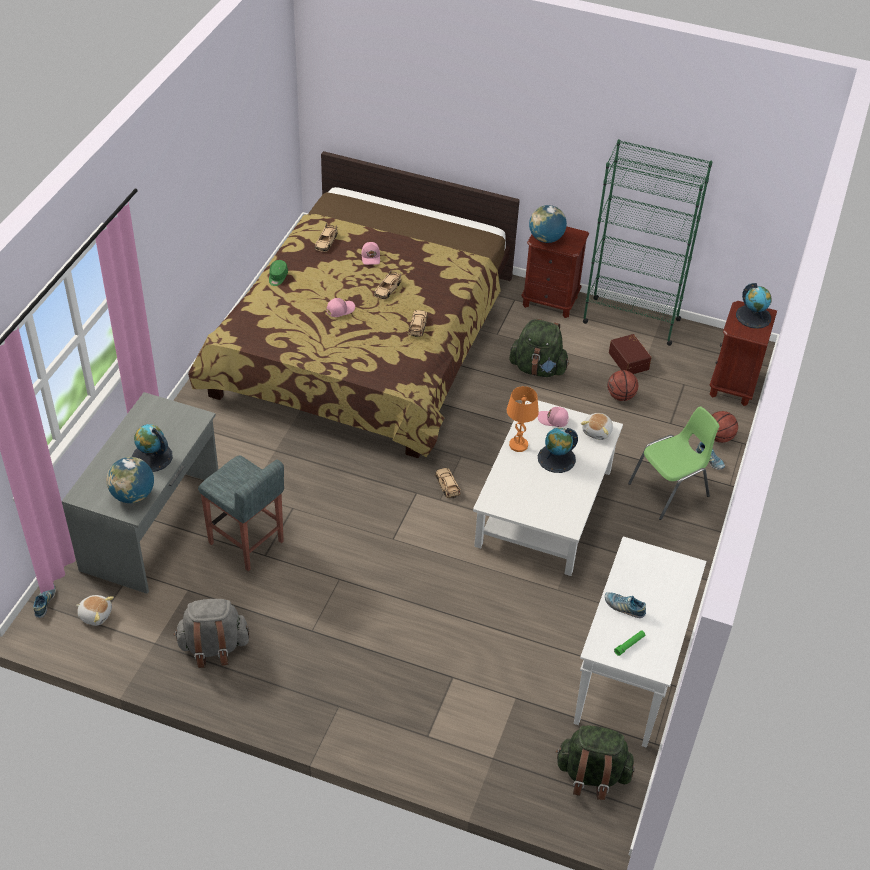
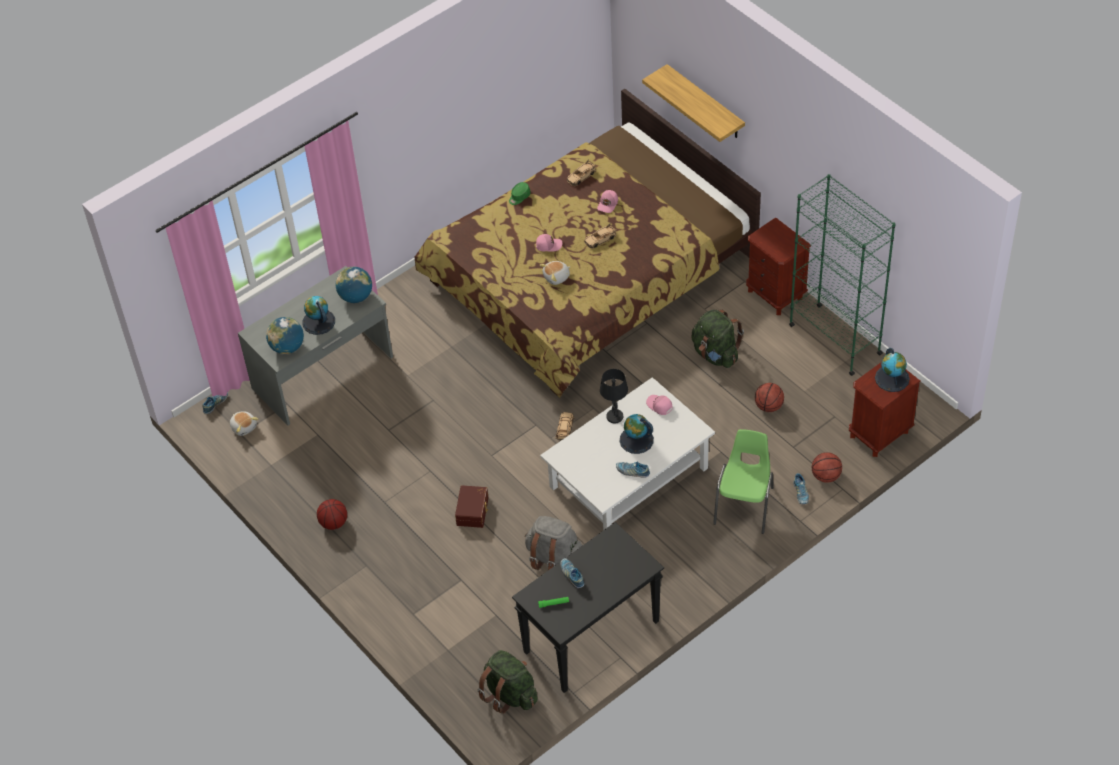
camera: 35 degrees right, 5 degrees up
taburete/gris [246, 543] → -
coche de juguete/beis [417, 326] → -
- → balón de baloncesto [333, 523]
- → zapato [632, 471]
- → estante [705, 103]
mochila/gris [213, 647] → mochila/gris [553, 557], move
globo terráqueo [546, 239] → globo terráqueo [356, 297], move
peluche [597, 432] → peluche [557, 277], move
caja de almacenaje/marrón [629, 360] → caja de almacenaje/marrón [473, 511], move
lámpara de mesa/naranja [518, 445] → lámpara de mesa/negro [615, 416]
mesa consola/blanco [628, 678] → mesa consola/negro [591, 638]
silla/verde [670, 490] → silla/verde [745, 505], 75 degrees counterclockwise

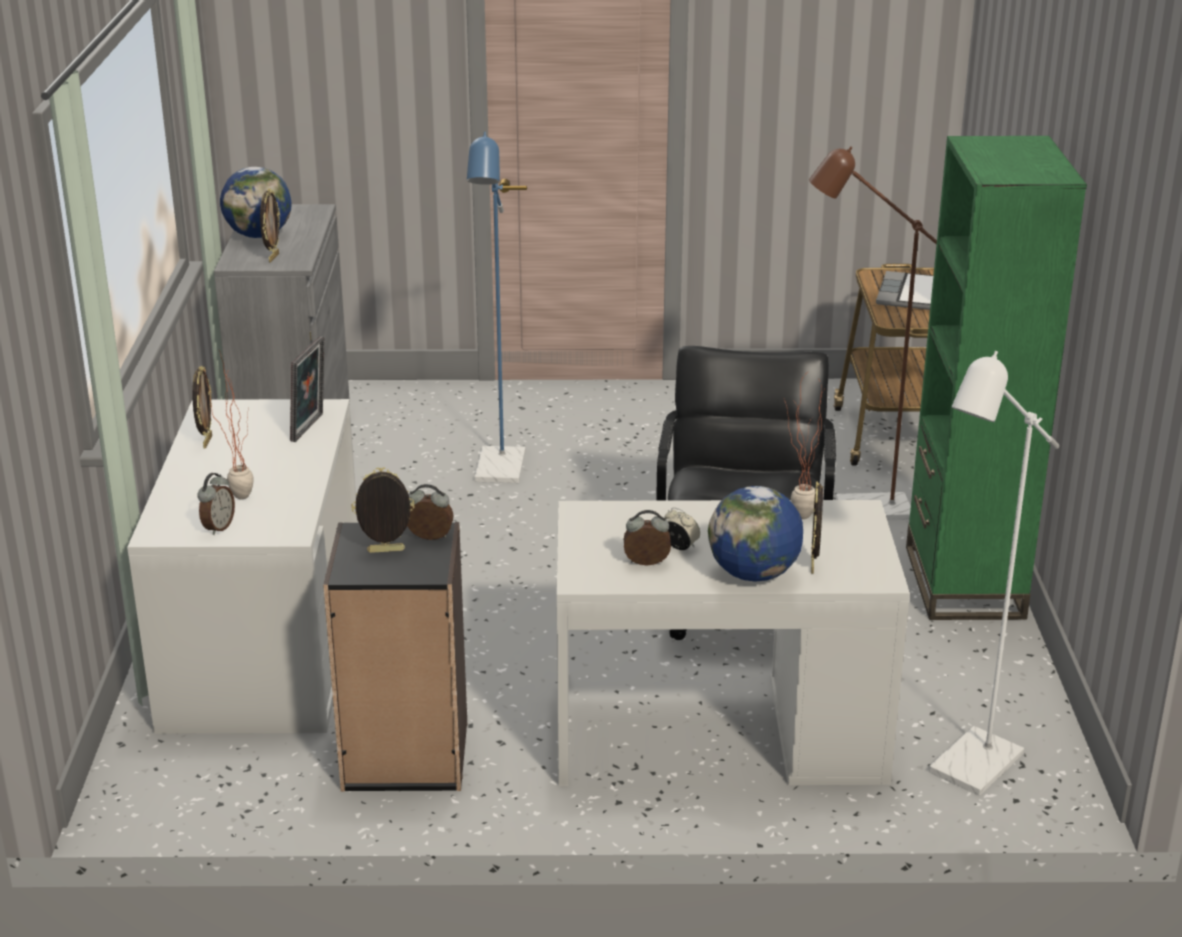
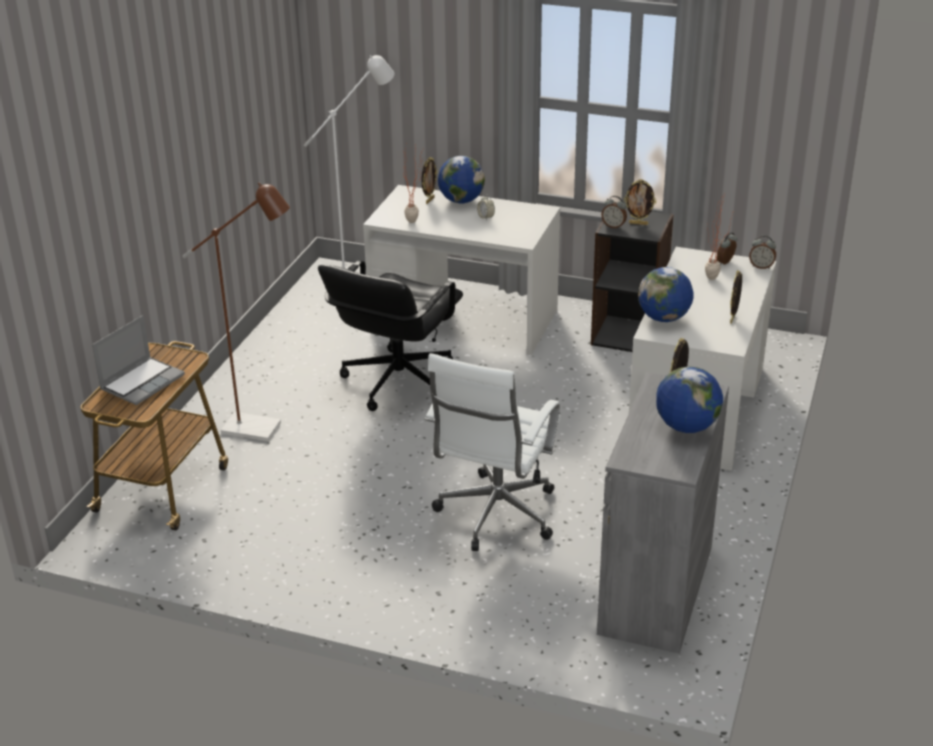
camera: 160 degrees left, 5 degrees up
estantería/verde [963, 582] → -
despertador [646, 564] → despertador [761, 266], move
portarretratos [310, 428] → globo terráqueo [664, 318]
lámpara de pie/azul [499, 473] → silla de oficina/blanco [495, 517]

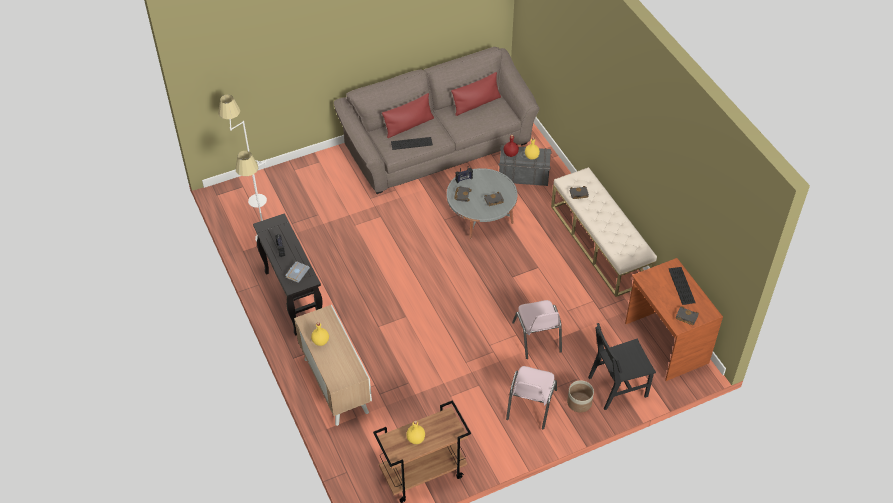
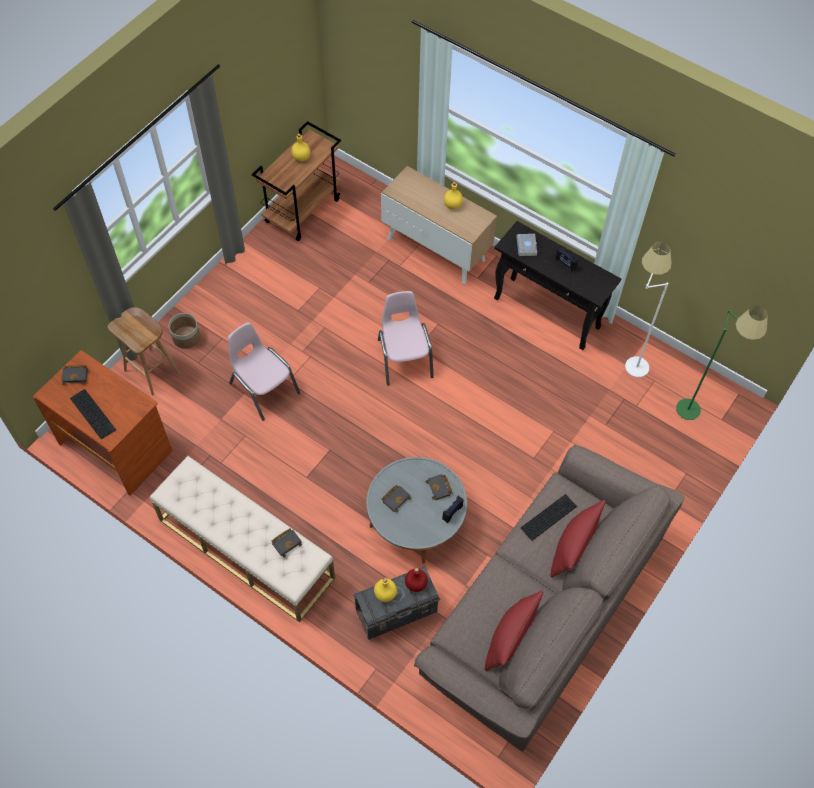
camera: 150 degrees right, 10 degrees up
silla/rosa [530, 404] → silla/rosa [404, 358], move
silla/negro [617, 387] → taburete/marrón [152, 371]
lámpara de pie/blanco [250, 197] → lámpara de pie/verde [699, 409]

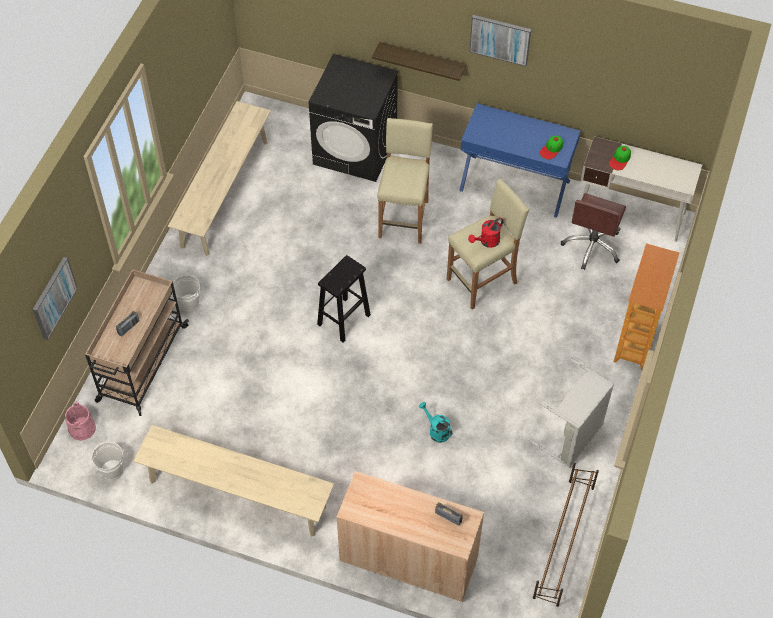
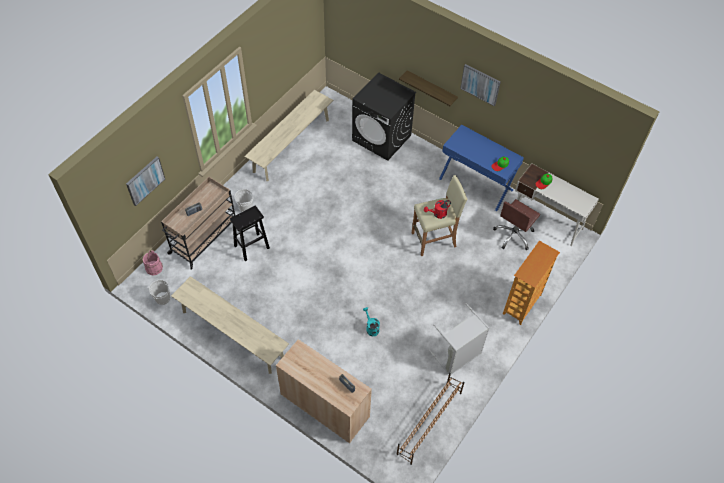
camera: 15 degrees right, 0 degrees up
taburete/beis [404, 218] → -
taburete/negro [343, 320] → taburete/negro [251, 247], move

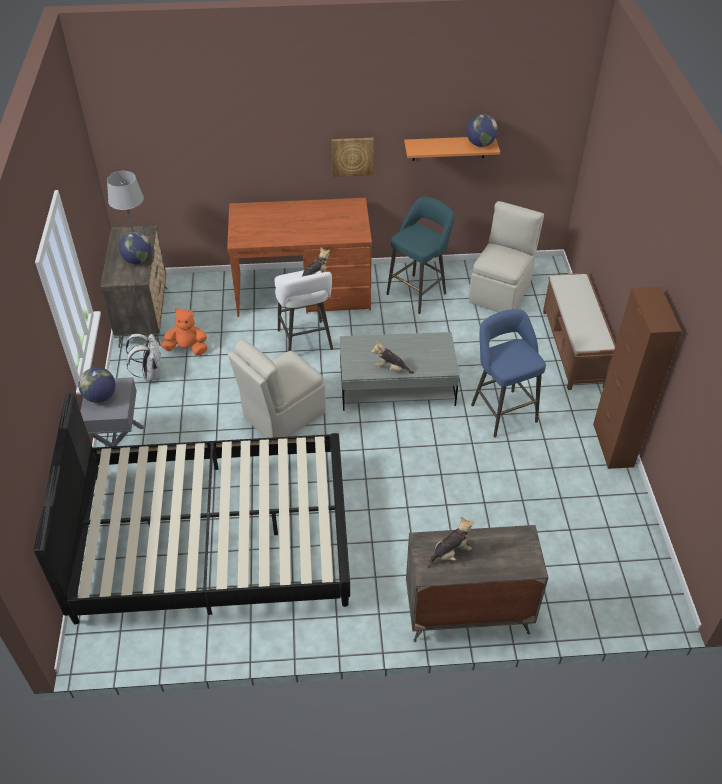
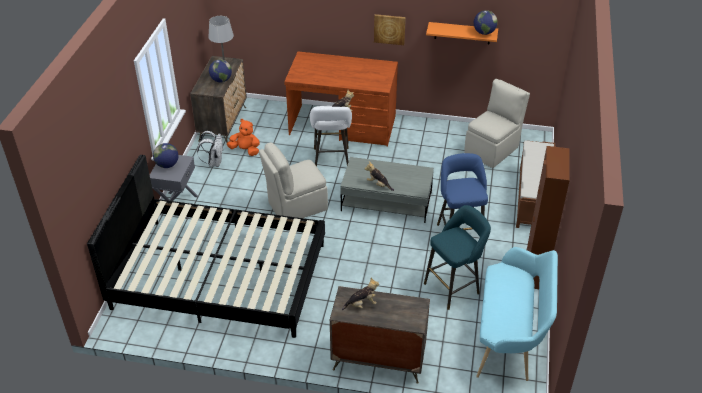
camera: 15 degrees right, 5 degrees down
- → banco/turquesa [510, 337]
taburete/turquesa [418, 292] → taburete/turquesa [454, 287], move

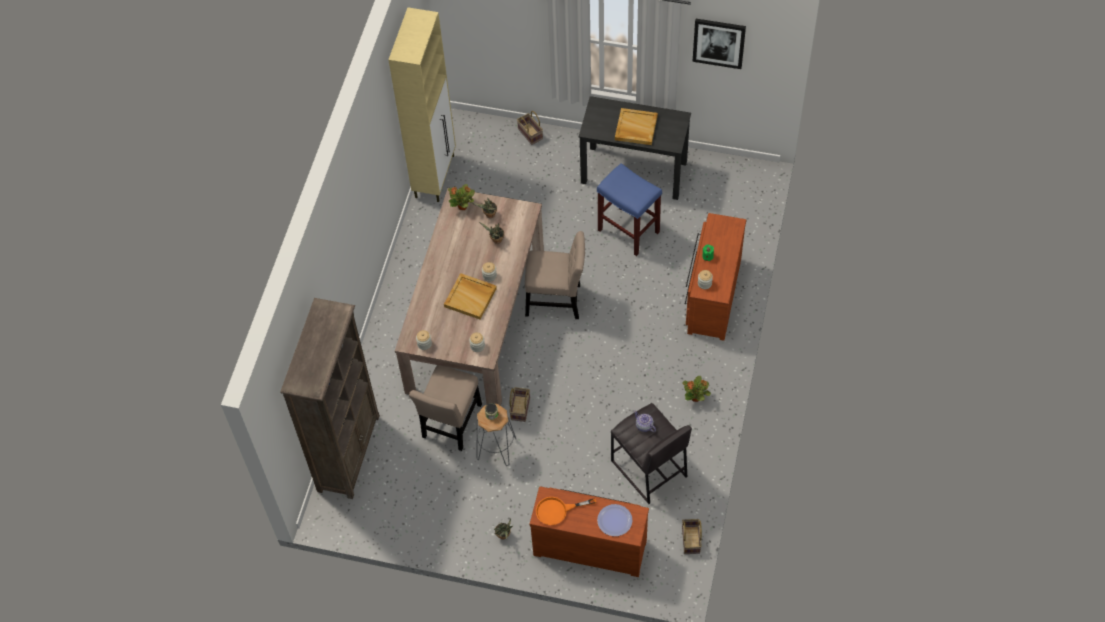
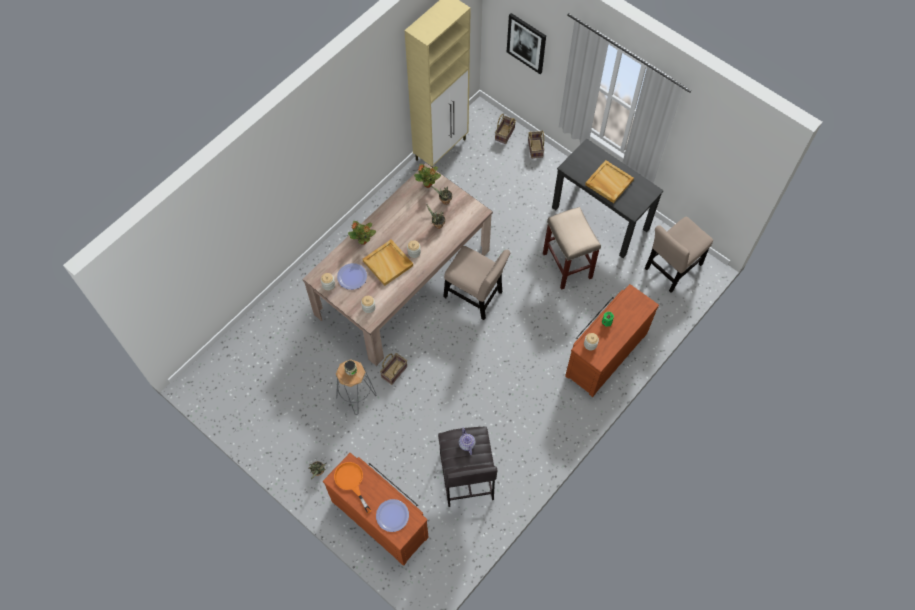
camera: 25 degrees right, 5 degrees up
estantería/marrón [349, 452] → -
- → plato [352, 276]
silla/beis [451, 424] → silla/beis [671, 269], move
planta en maceta [696, 397] → planta en maceta [363, 241], move
cesta [691, 541] → cesta [505, 134], move
cuadro [719, 42] → cuadro [526, 43], move
taburete/azul [627, 231] → taburete/beis [566, 265]
sartén/naranja [557, 510] → sartén/naranja [351, 481], 45 degrees clockwise

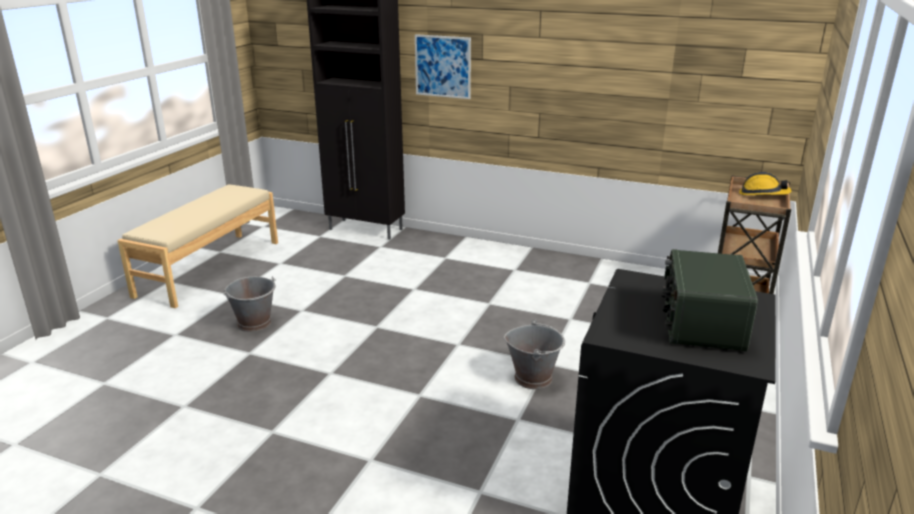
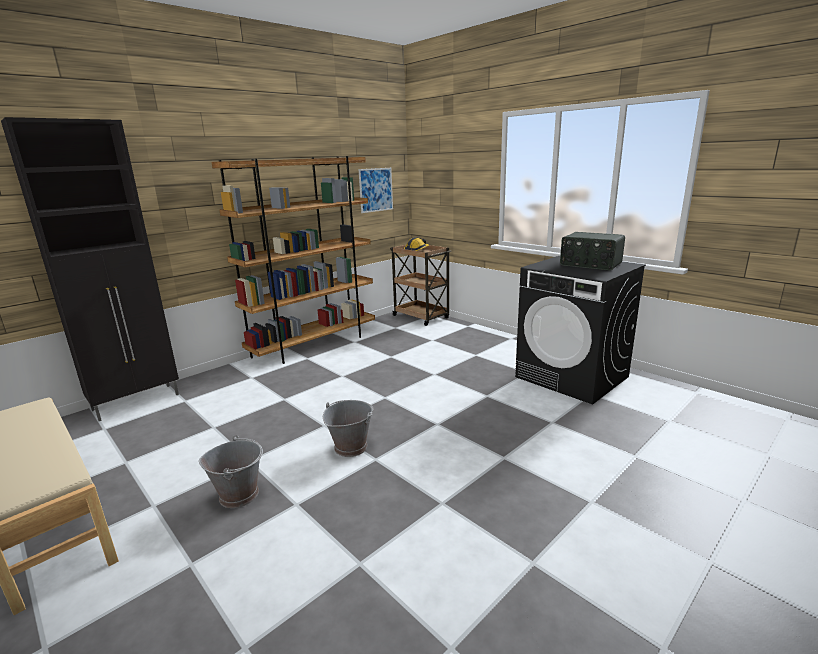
camera: 65 degrees left, 5 degrees down
- → estantería/marrón [314, 345]
cuadro [442, 66] → cuadro [376, 190], move
cubo/gris [533, 378] → cubo/gris [350, 447], move

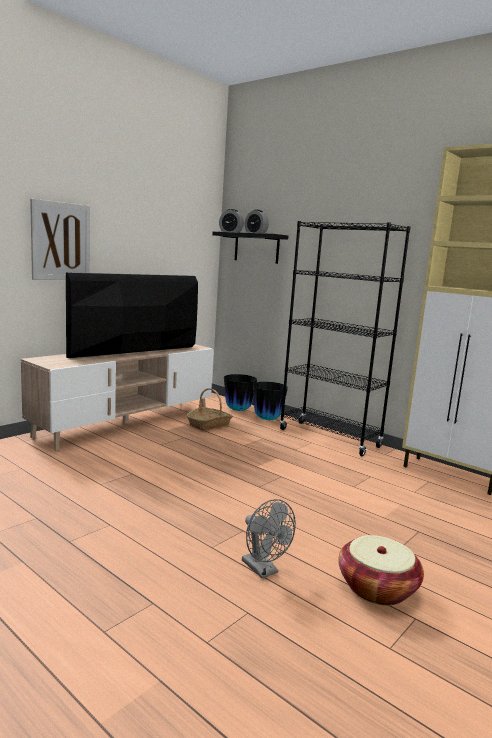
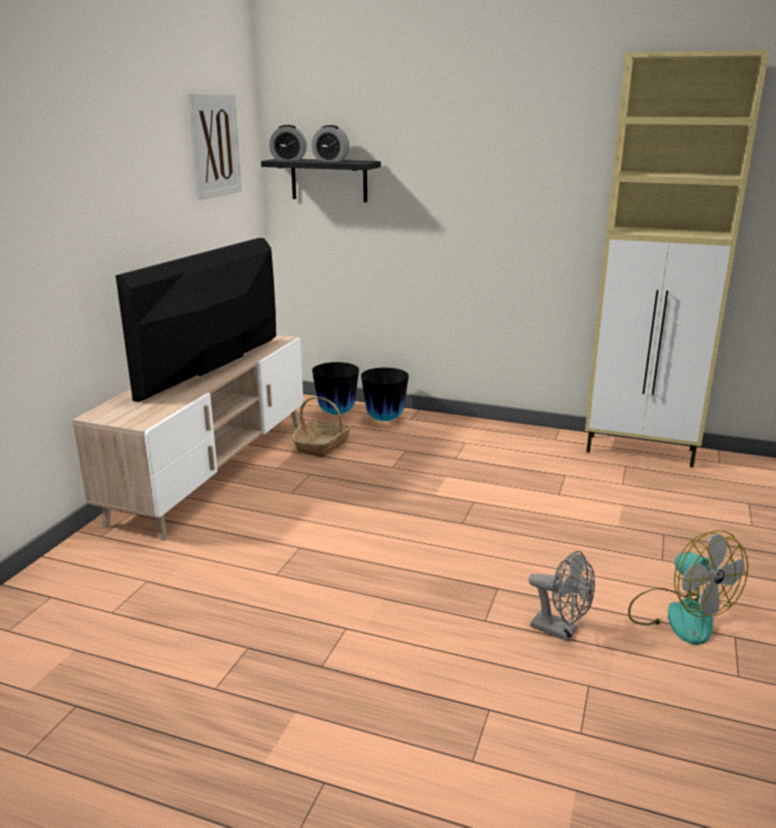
camera: 20 degrees left, 10 degrees up
estantería/negro [329, 438] → -
cuadro [61, 241] → cuadro [215, 145], move
cesta [377, 588] → ventilador [678, 615]

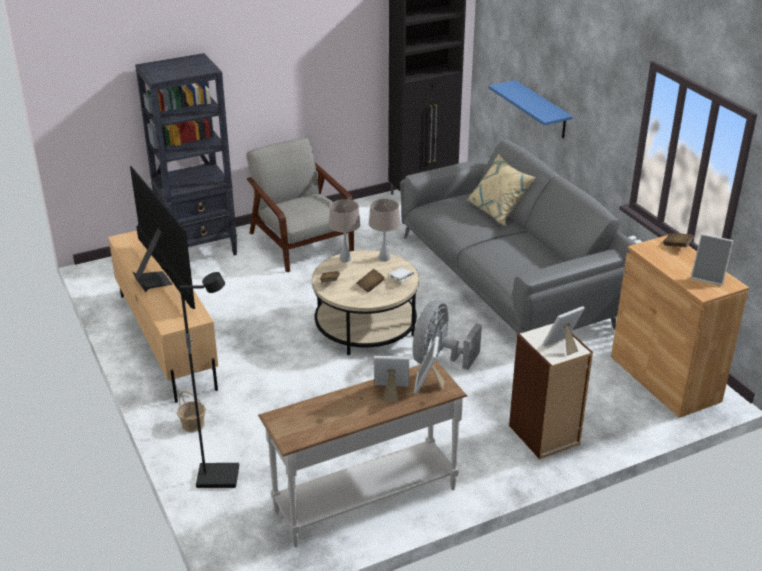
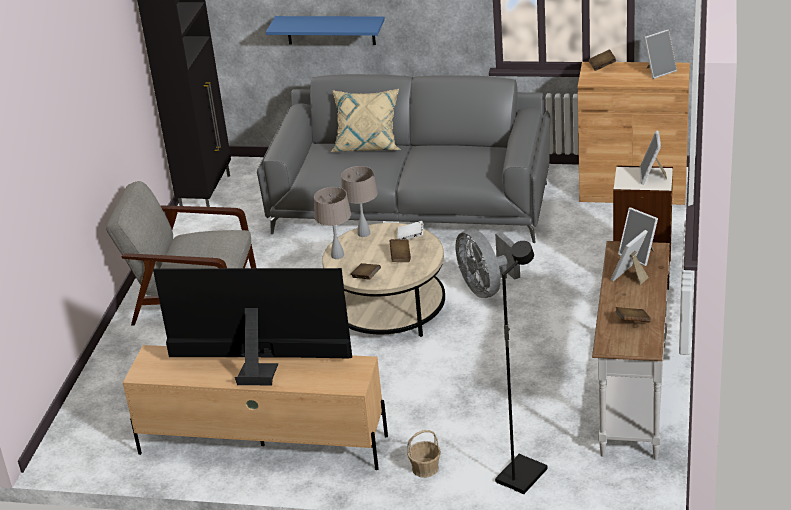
camera: 50 degrees left, 0 degrees up
estantería/negro [199, 250] → -
- → libro/marrón [632, 322]

